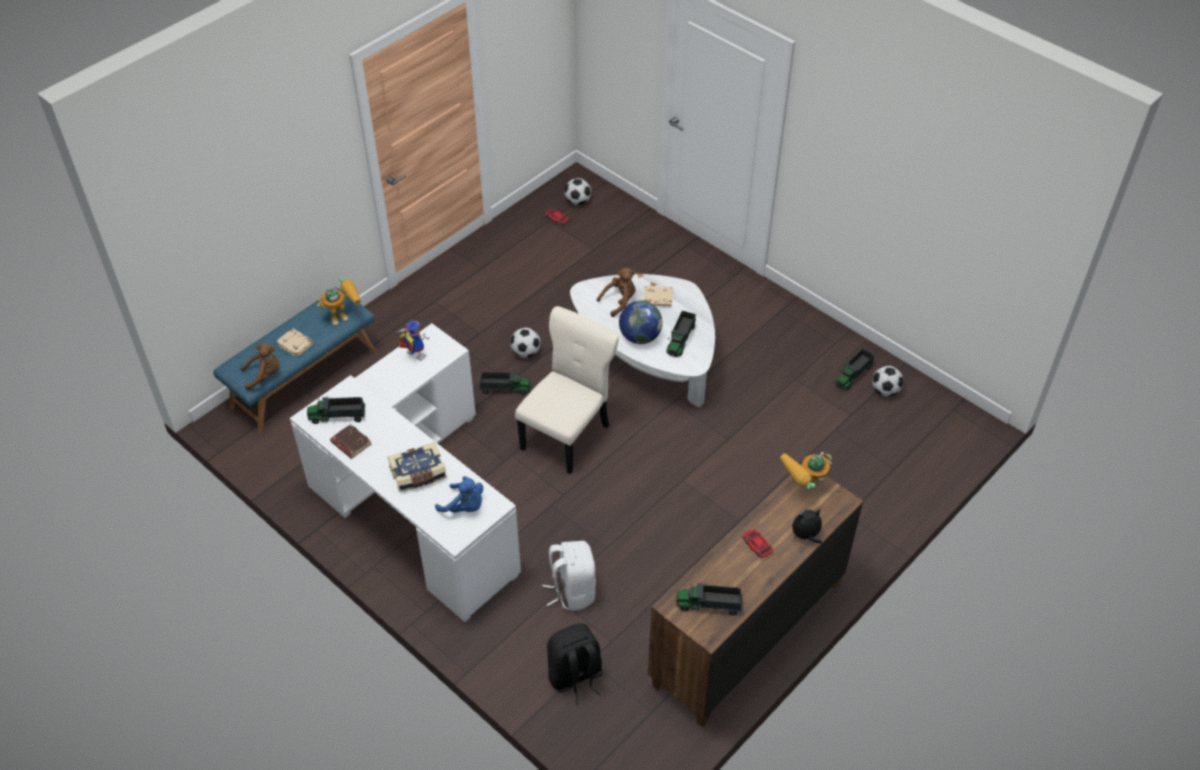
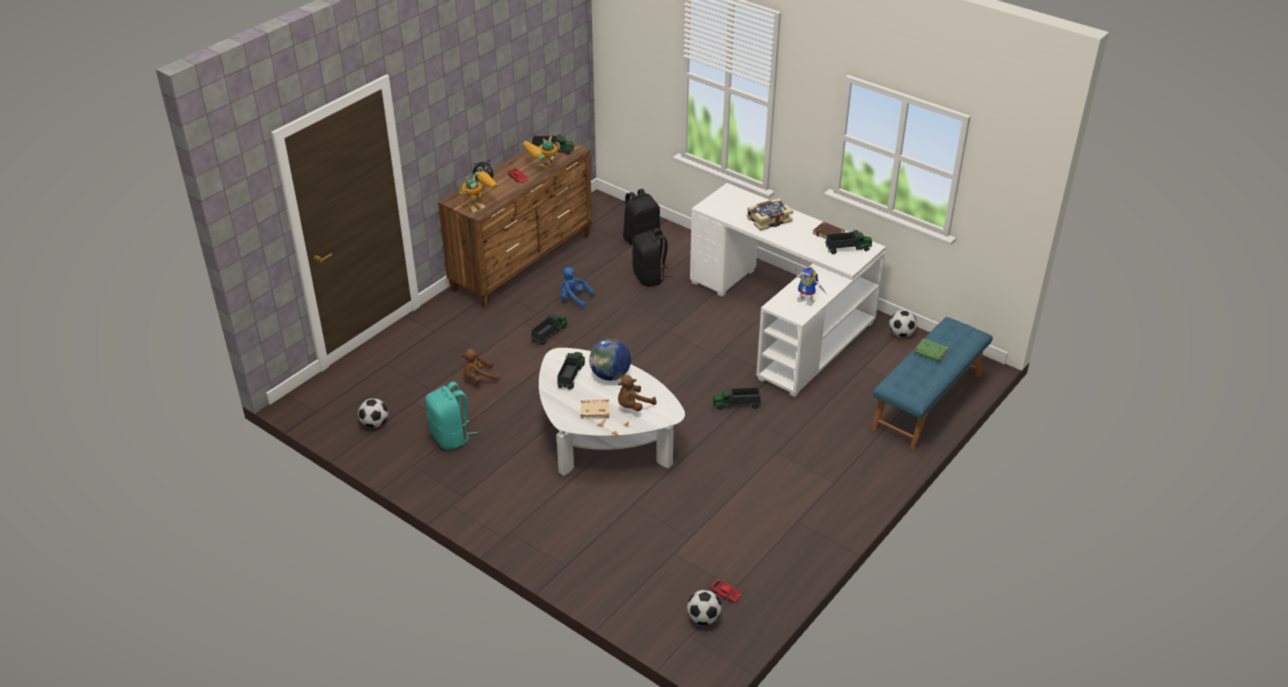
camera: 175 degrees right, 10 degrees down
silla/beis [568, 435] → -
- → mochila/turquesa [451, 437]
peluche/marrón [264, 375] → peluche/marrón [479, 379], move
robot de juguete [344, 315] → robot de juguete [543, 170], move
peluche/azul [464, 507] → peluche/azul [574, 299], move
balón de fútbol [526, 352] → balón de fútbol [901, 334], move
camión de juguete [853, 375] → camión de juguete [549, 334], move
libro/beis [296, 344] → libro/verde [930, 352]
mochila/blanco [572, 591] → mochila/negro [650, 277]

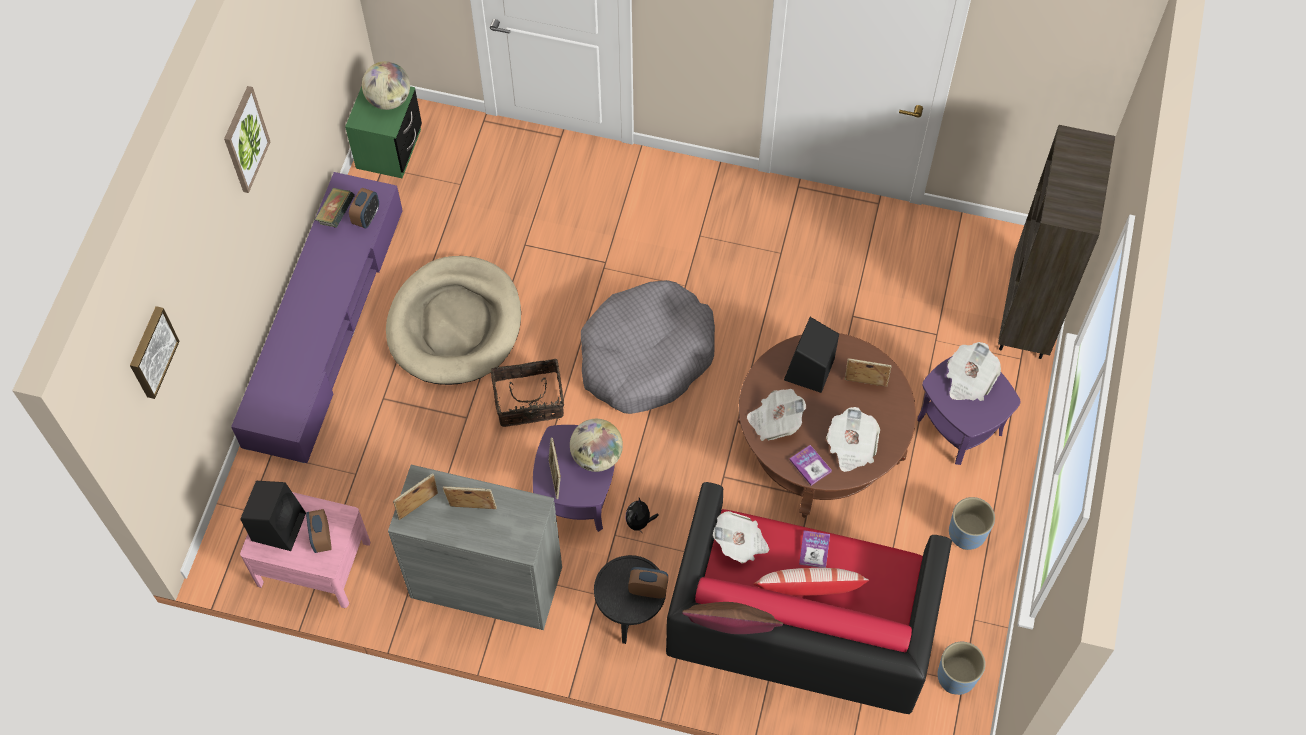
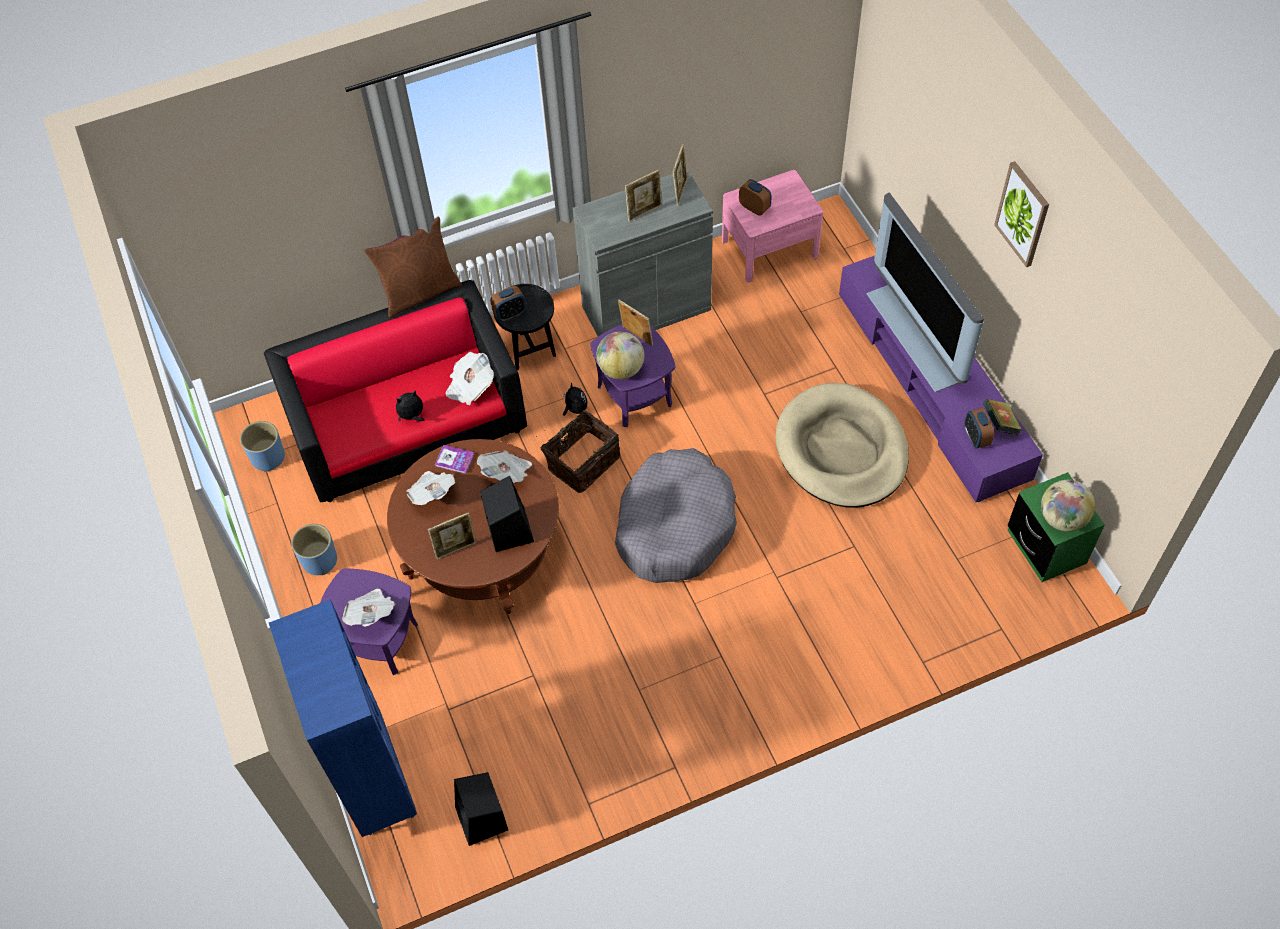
camera: 145 degrees right, 5 degrees down
cuadro [151, 352] → -
cojín [808, 590] → -
- → televisor [920, 334]
altavoz/negro [279, 525] → altavoz/negro [482, 820], move
cesta [529, 403] → cesta [582, 461], move
libro [814, 550] → peluche [412, 416]
estantería/marrón [1028, 318] → estantería/azul [375, 783]

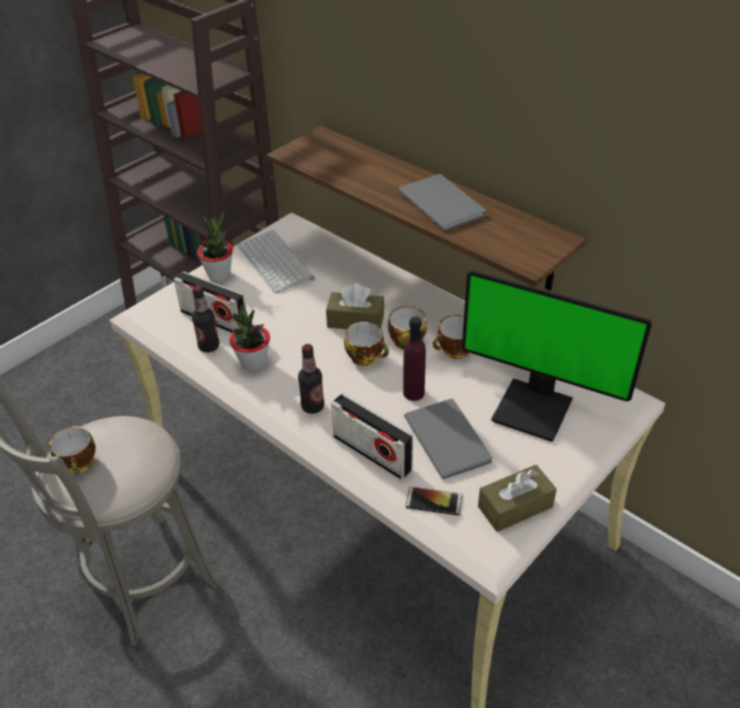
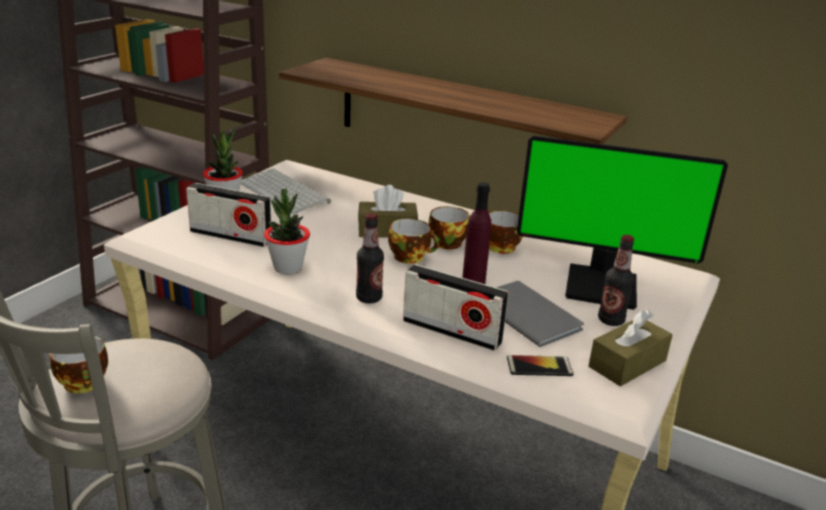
camera: 15 degrees left, 15 degrees down
libro/gris [442, 202] → -
botella [209, 346] → botella [611, 320], move

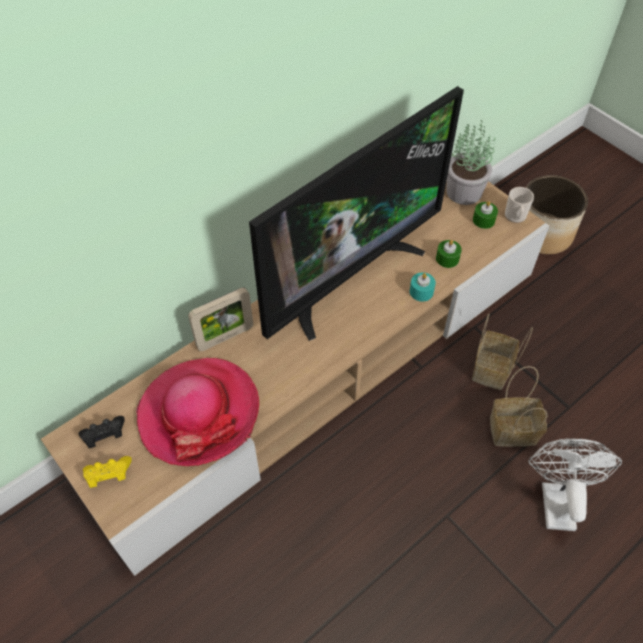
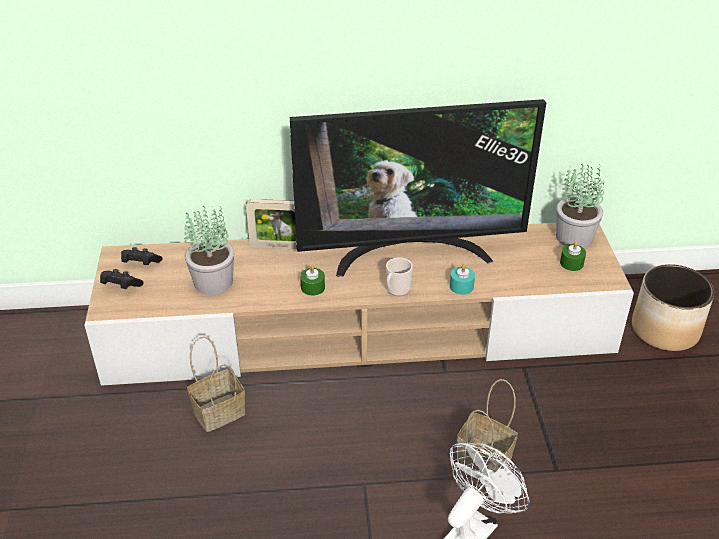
camera: 35 degrees right, 15 degrees down
vela/verde [447, 259] → vela/verde [313, 287], move
cesta [492, 371] → cesta [218, 413], move
taza grande [515, 217] → taza grande [396, 290], move
sombrero [199, 413] → planta en maceta [213, 281]
mando de consola/amarillo [109, 475] → mando de consola/negro [121, 286]

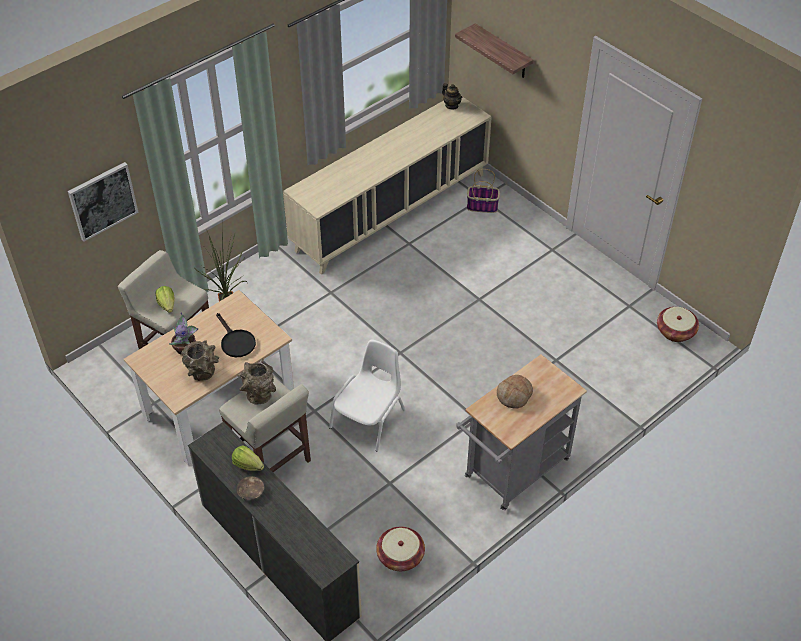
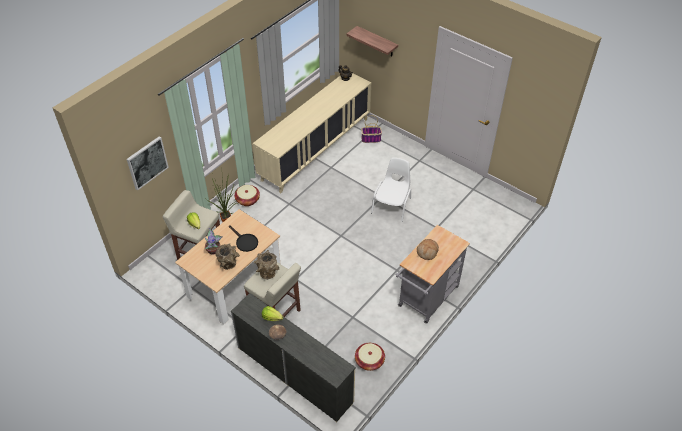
camera: 10 degrees left, 0 degrees up
silla/blanco [369, 418] → silla/blanco [392, 205], move
cesta [675, 331] → cesta [247, 200], move

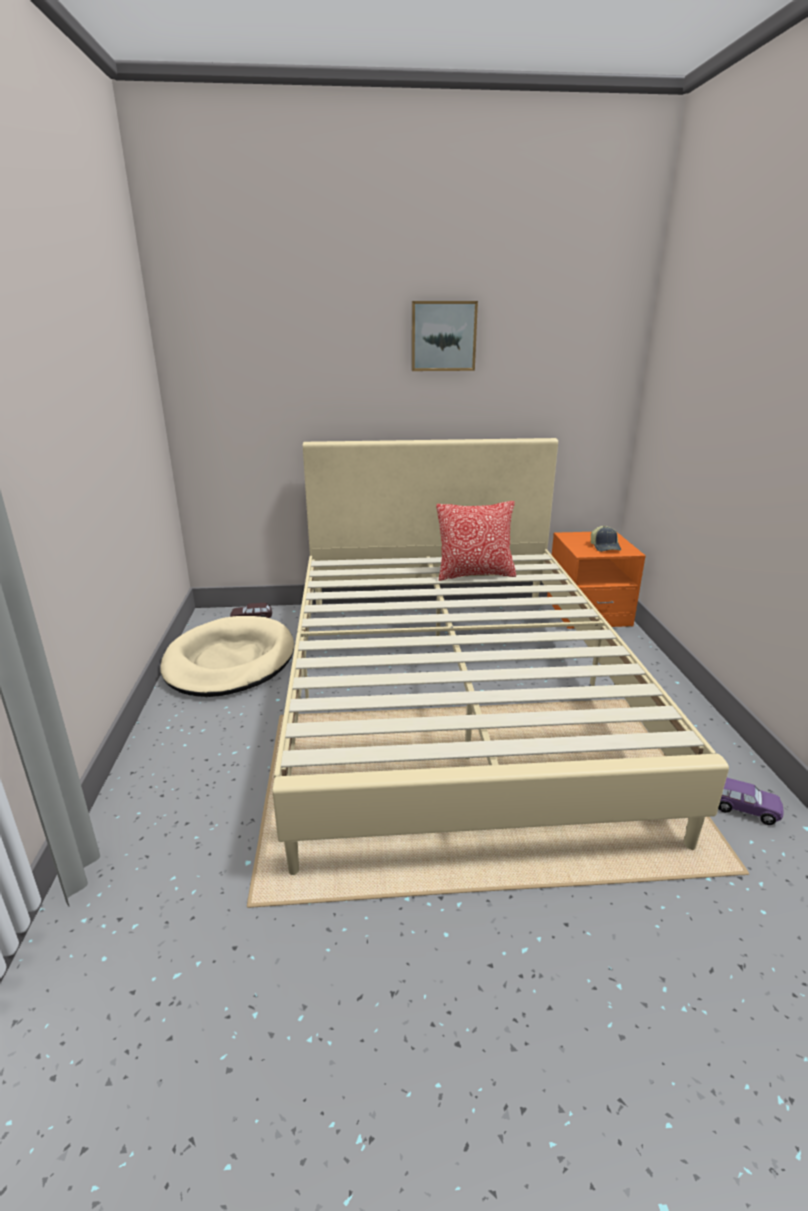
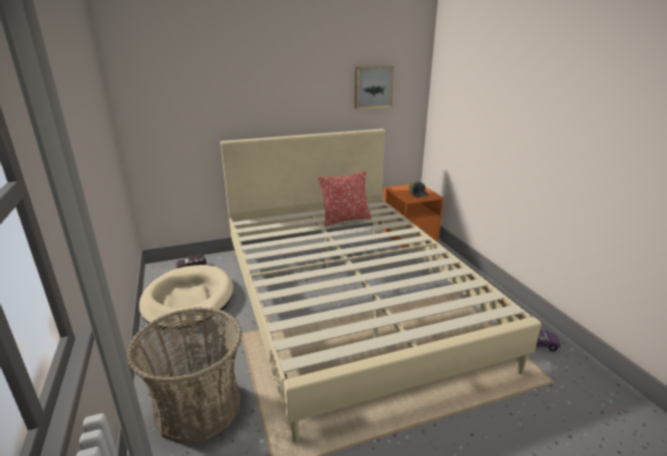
camera: 15 degrees left, 0 degrees up
- → cesta [198, 407]
cuadro [443, 336] → cuadro [373, 87], move

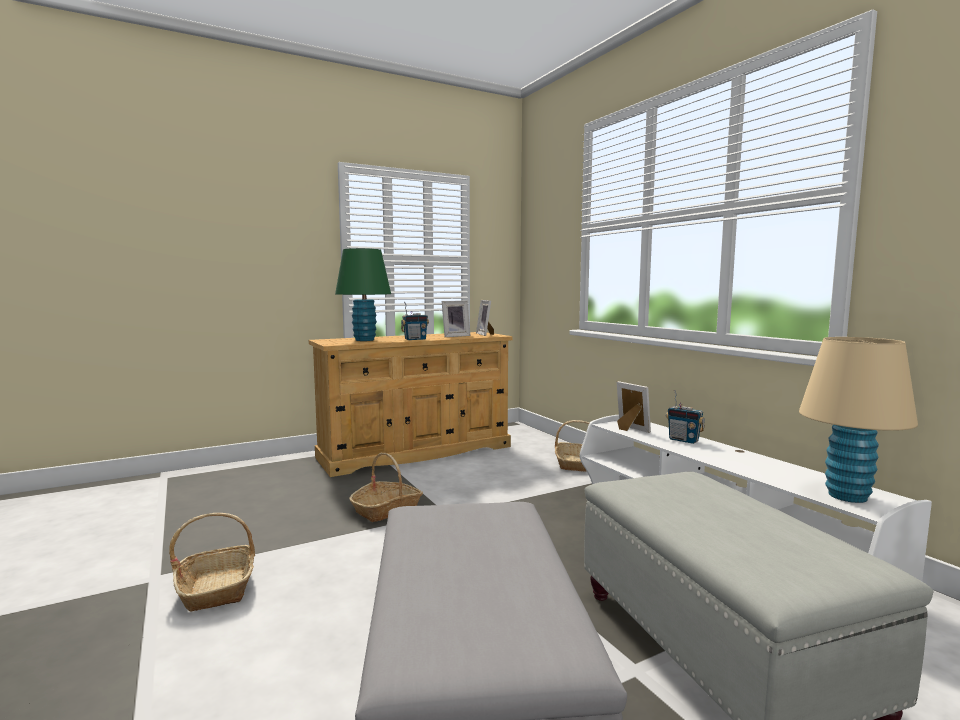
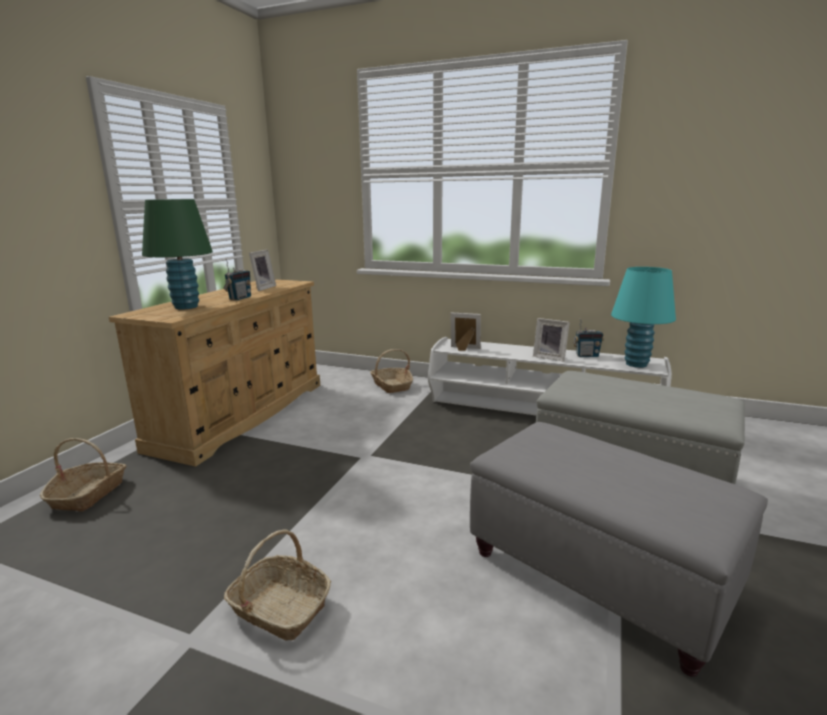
camera: 40 degrees left, 10 degrees up
cesta [387, 509] → cesta [88, 494], move
portarretratos [486, 334] → portarretratos [550, 357], move
radio [683, 440] → radio [587, 355], move
lámpara de mesa/beis [847, 496] → lámpara de mesa/turquesa [636, 364]

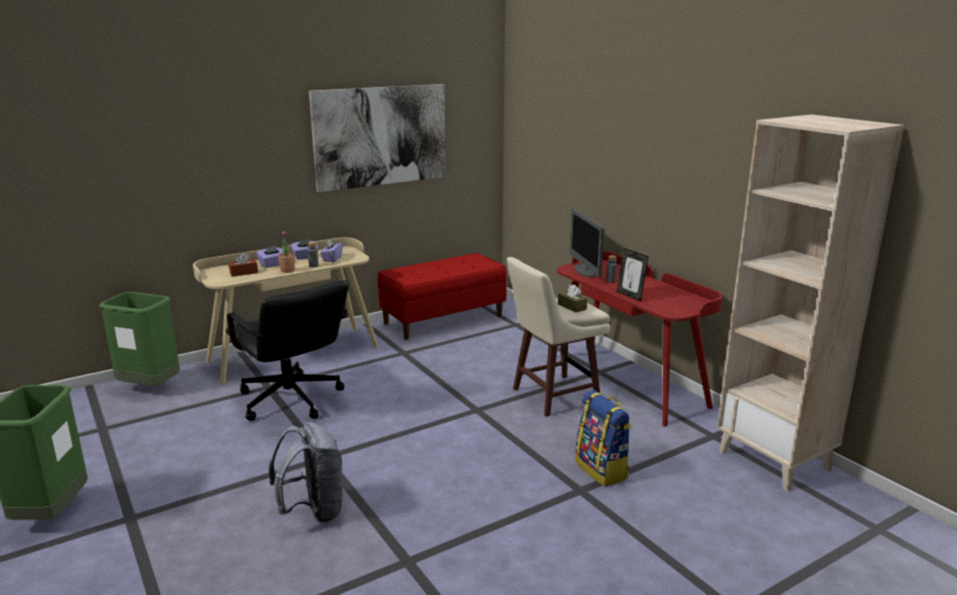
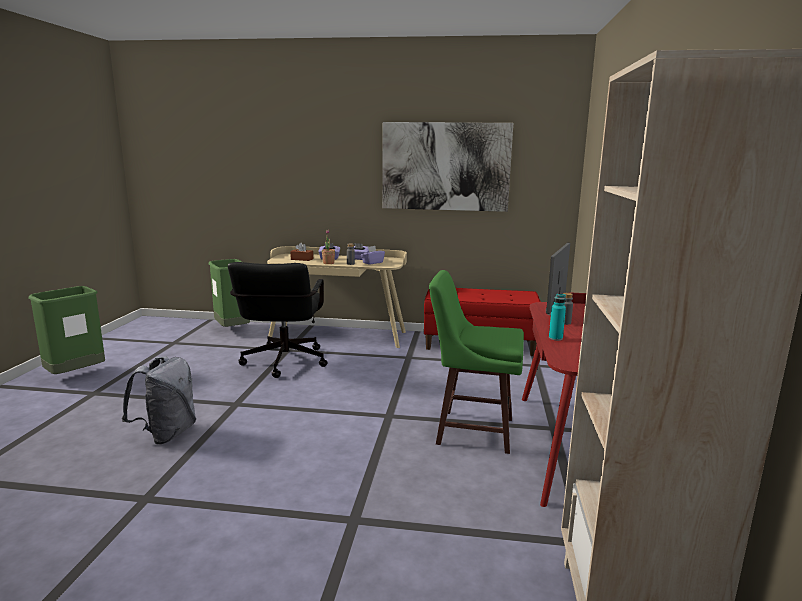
camera: 40 degrees right, 5 degrees down
caja de pañuelos/marrón [572, 307] → -
mochila [602, 470] → -
portarretratos [630, 296] → botella/turquesa [555, 338]
taburete/beis [553, 395] → taburete/verde [472, 430]

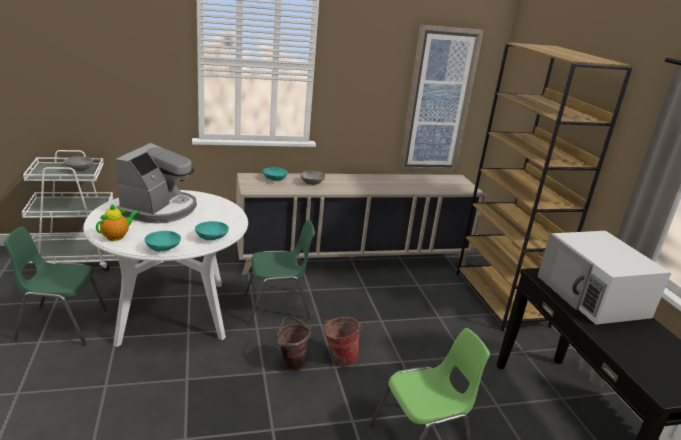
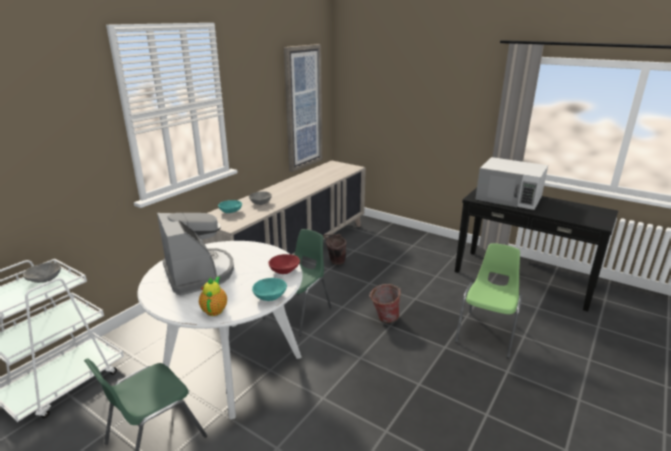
camera: 40 degrees left, 0 degrees up
estantería/marrón [501, 299] → -
cubo/marrón [291, 363] → cubo/marrón [335, 262], move
cuenco/turquesa [212, 238] → cuenco/rojo [285, 271]

